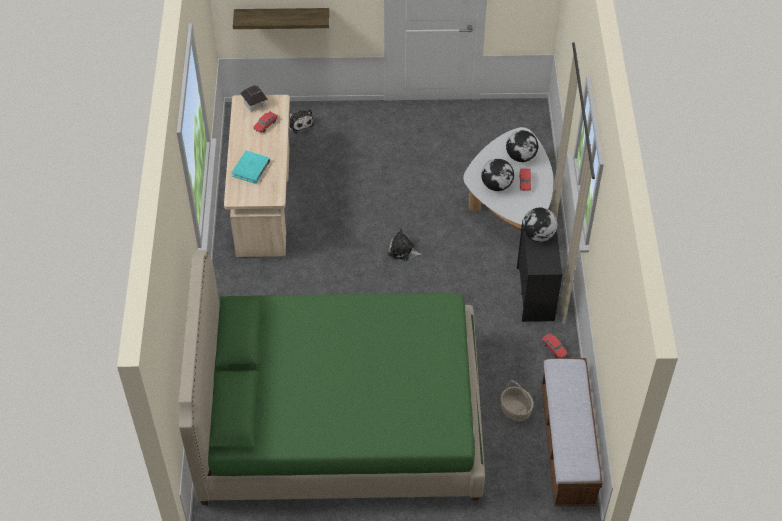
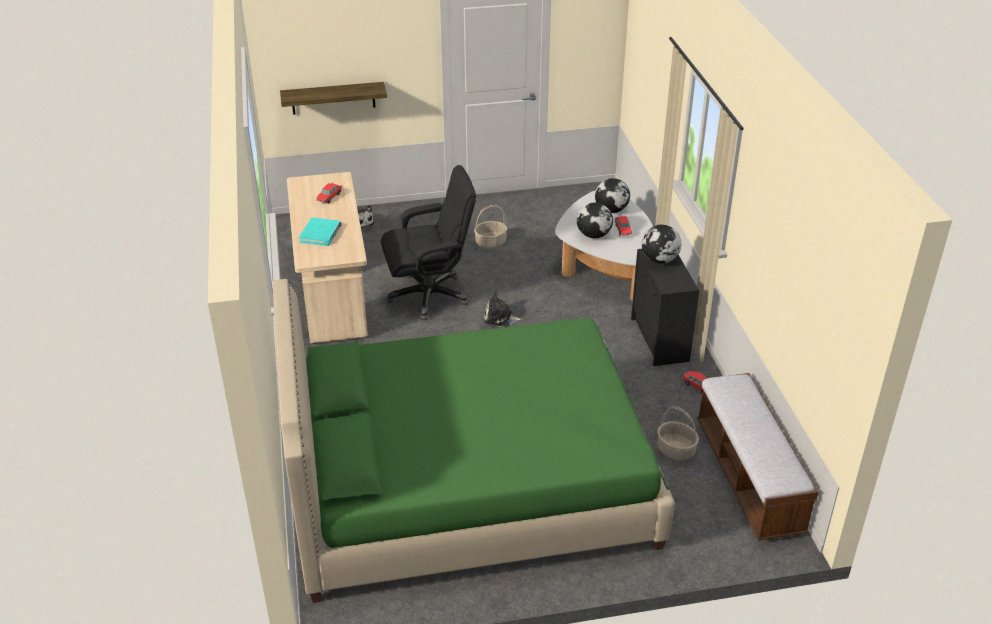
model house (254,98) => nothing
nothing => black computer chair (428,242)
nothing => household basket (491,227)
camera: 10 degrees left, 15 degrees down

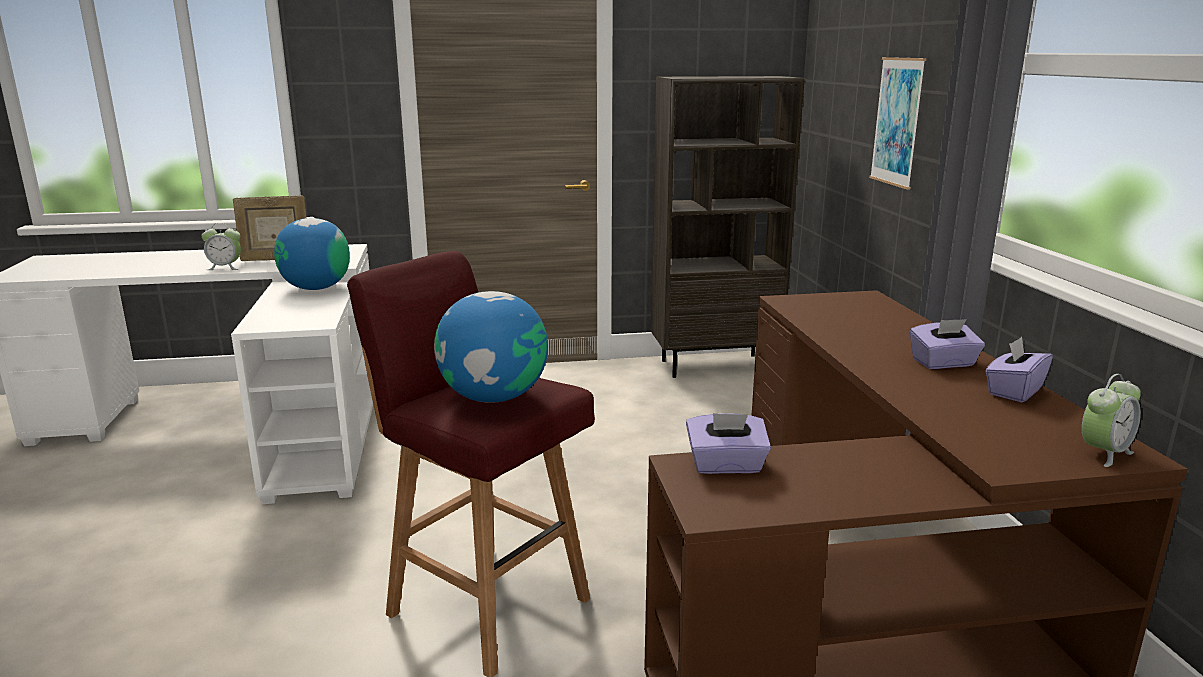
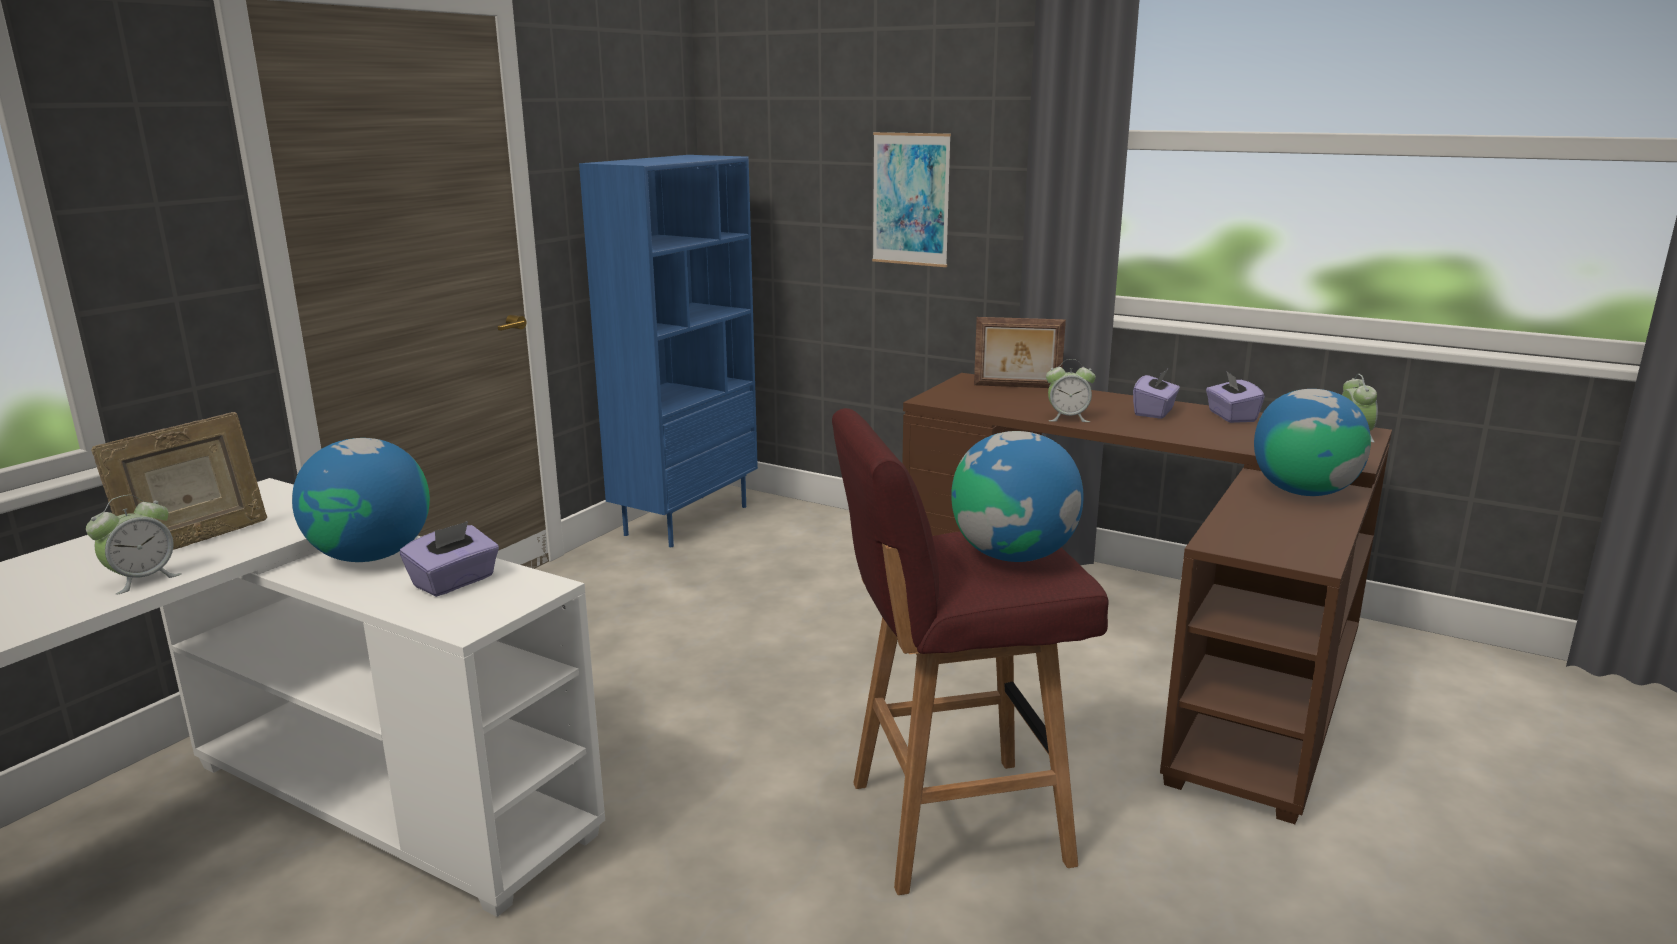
nothing => photo frame (1020,352)
nothing => table clock (1071,390)
nothing => globe (1312,442)
purplish tissue box (728,443) => purplish tissue box (449,559), move
brown-coloured shelving unit (728,227) => blue-coloured shelving unit (668,351)
camera: 50 degrees left, 0 degrees up

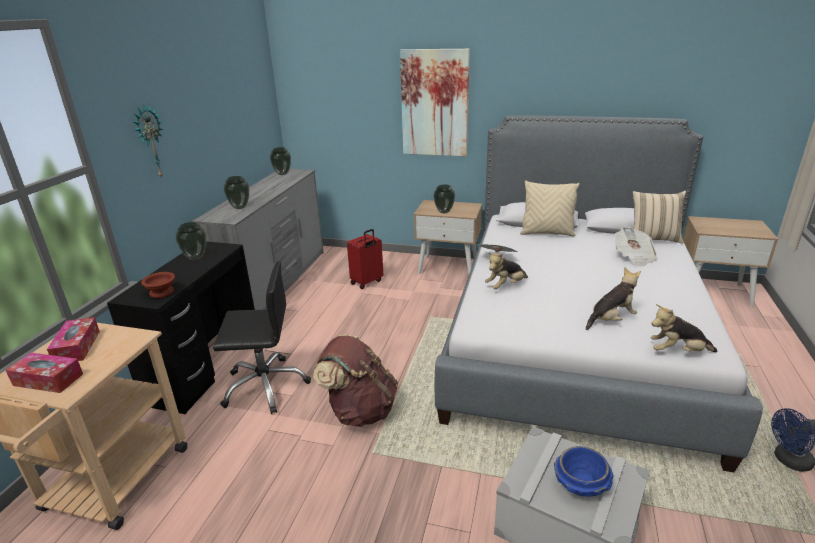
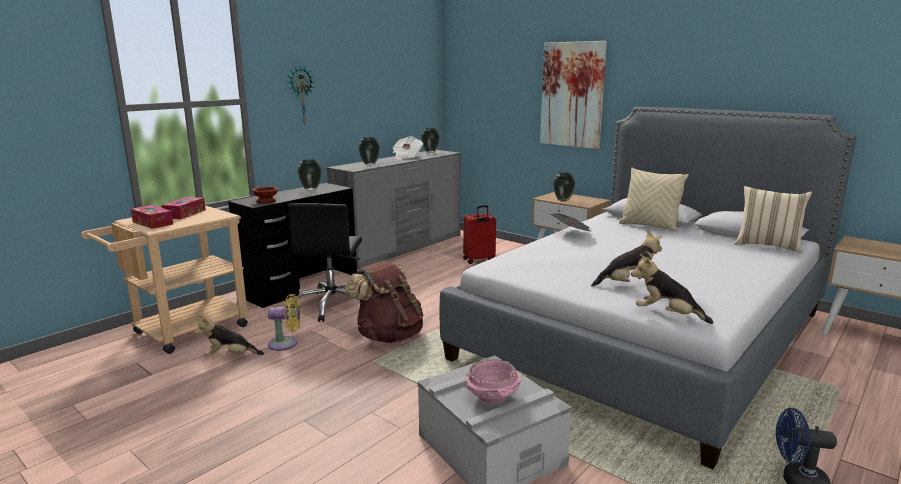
nothing => yellowish electric fan (284,322)
cuddly toy (506,270) => cuddly toy (229,336), move
daily paper (636,246) => daily paper (408,147), move
blue-coloured bowl (583,471) => pinkish bowl (493,381)
black computer chair (262,337) => black computer chair (325,262), 75 degrees clockwise
camera: 25 degrees right, 10 degrees down

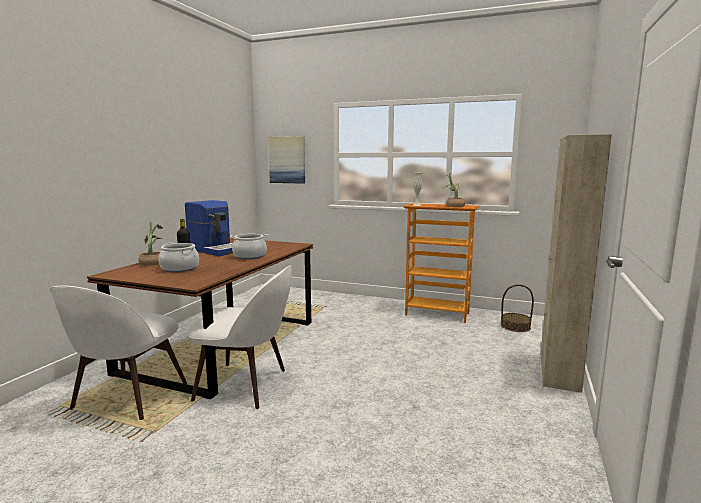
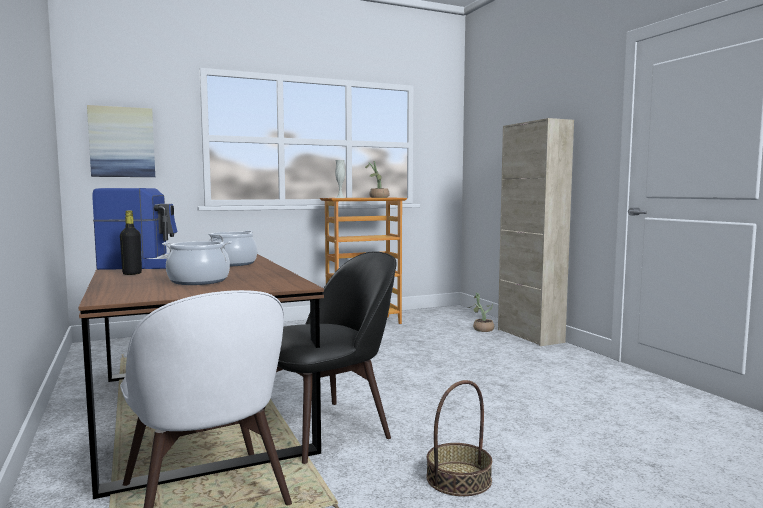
potted plant (150,244) => potted plant (481,312), move
household basket (517,308) => household basket (459,438), move
whitish plain chair (239,337) => black plain chair (329,357)
camera: 45 degrees left, 5 degrees down

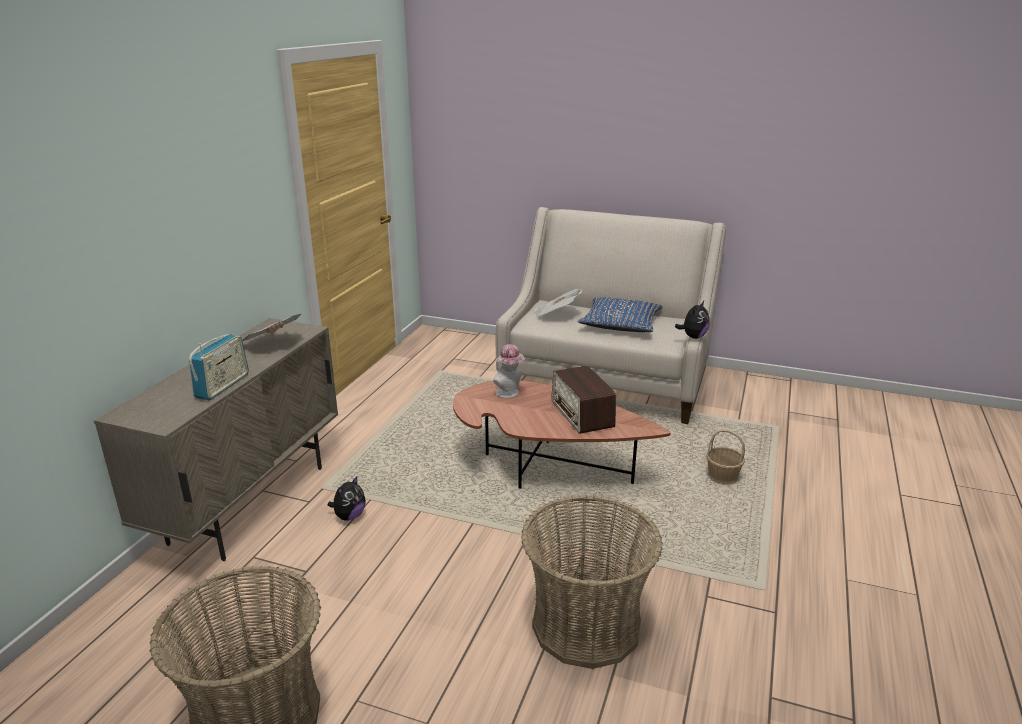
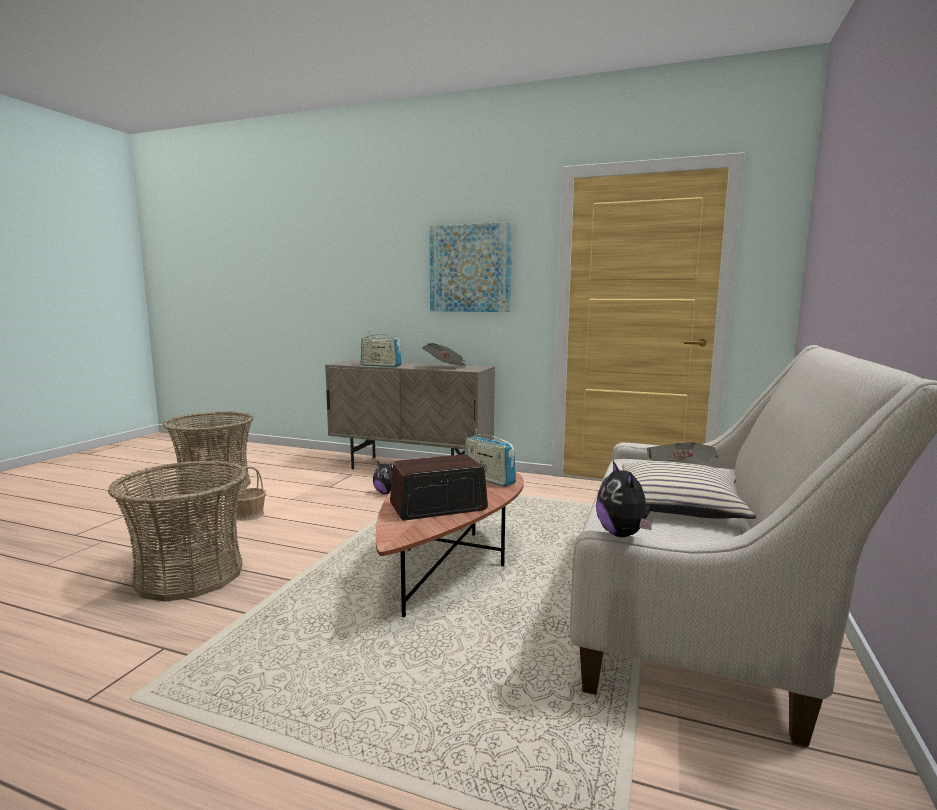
nothing => wall picture (470,267)
household basket (725,457) => household basket (248,493), move
hat (509,371) => radio set (490,458)
blue-coloured throw pillow (620,314) => beige throw pillow (689,490)
cuddly toy (692,320) => cuddly toy (624,499), 45 degrees clockwise
camera: 90 degrees right, 15 degrees down

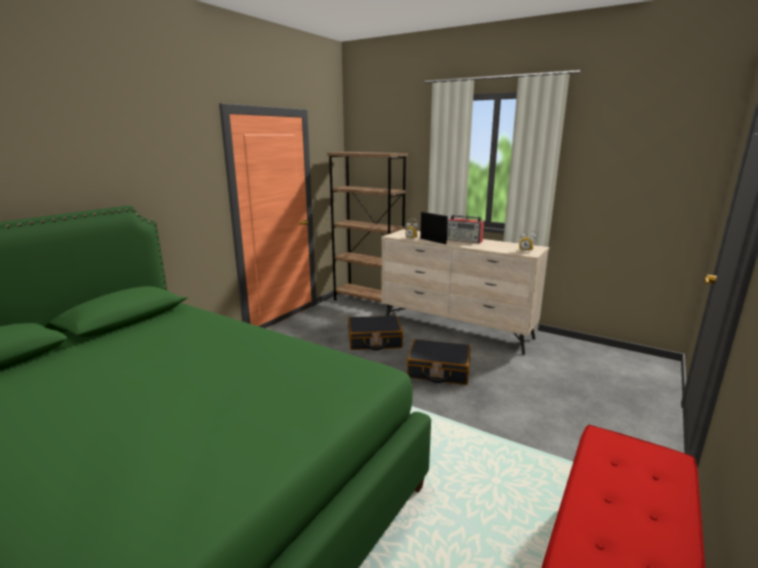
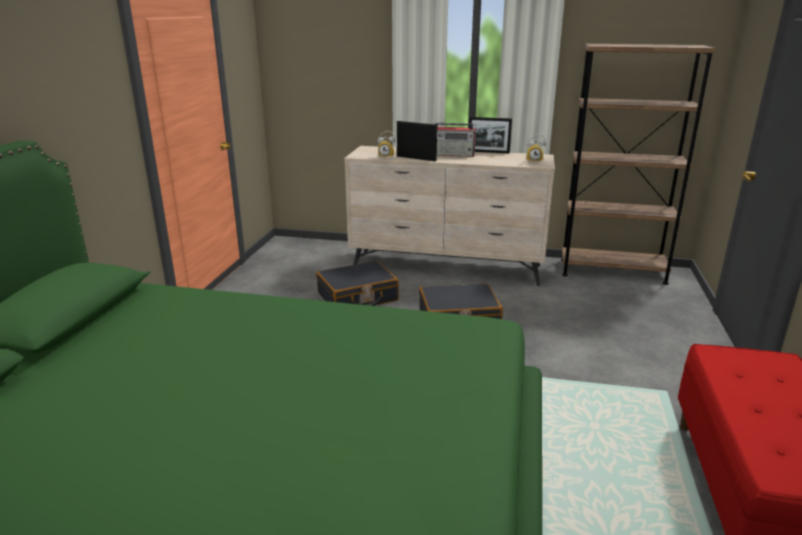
nothing => photo frame (490,135)
brown-coloured shelving unit (367,231) => brown-coloured shelving unit (638,164), move
camera: 20 degrees left, 5 degrees up

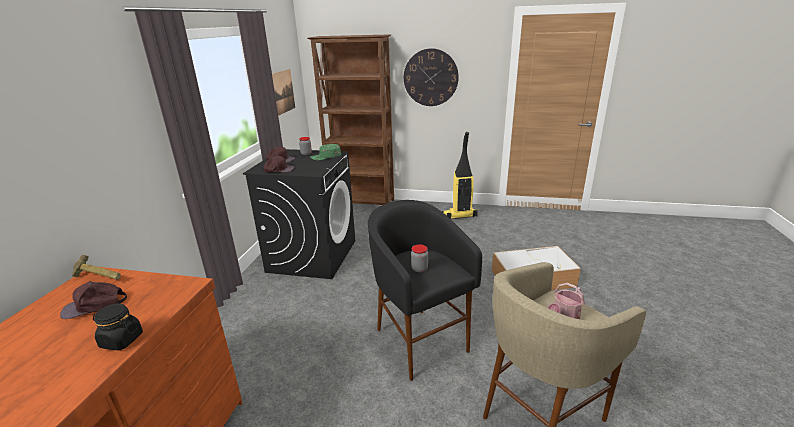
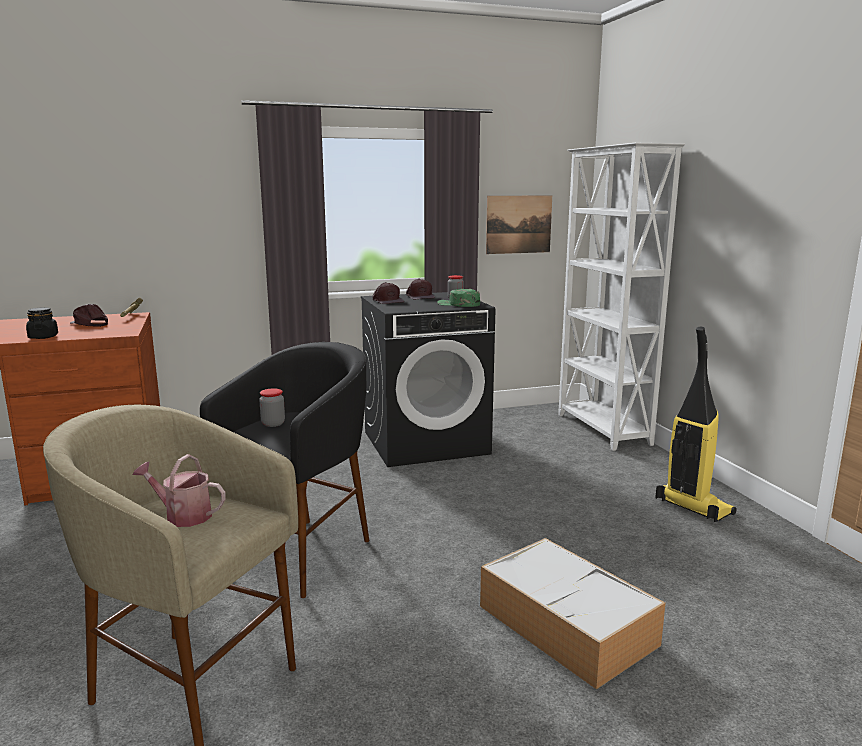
hanging clock (431,77) => nothing
brown-coloured shelving unit (350,119) => whitish shelving unit (621,297)
camera: 60 degrees right, 10 degrees down

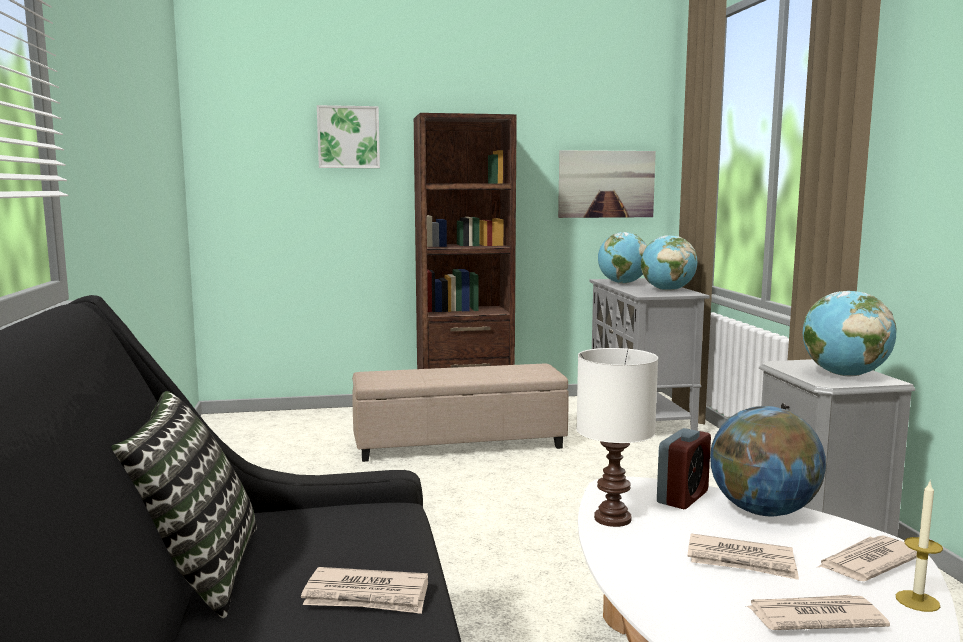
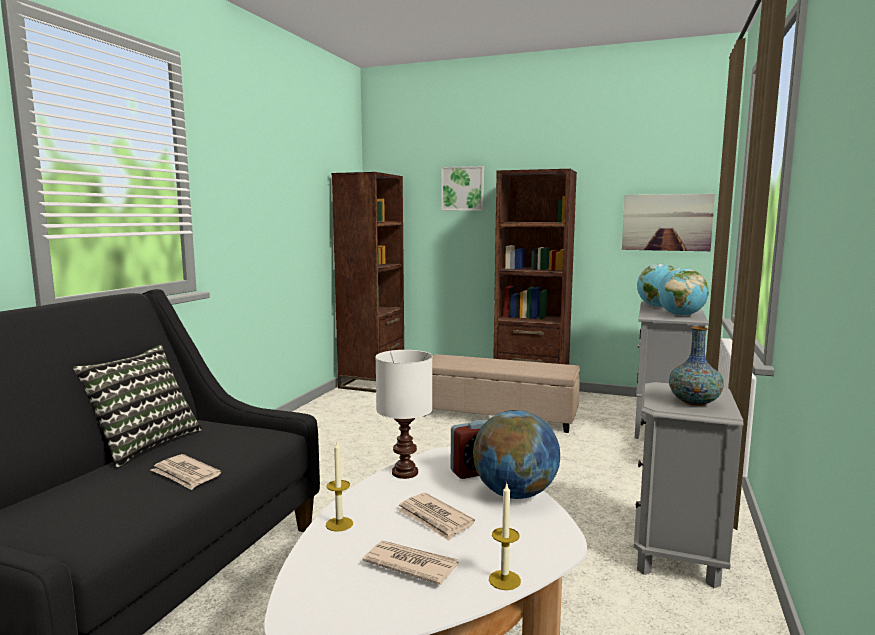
daily paper (867,558) => nothing
nothing => wax light (339,486)
nothing => brown-coloured shelving unit (368,282)
globe (850,333) => flower vase (696,366)
camera: 30 degrees right, 0 degrees up

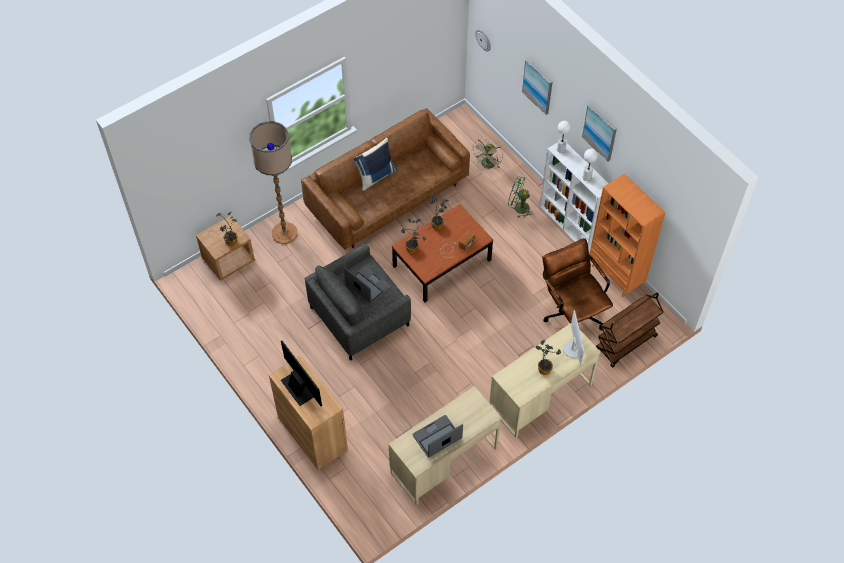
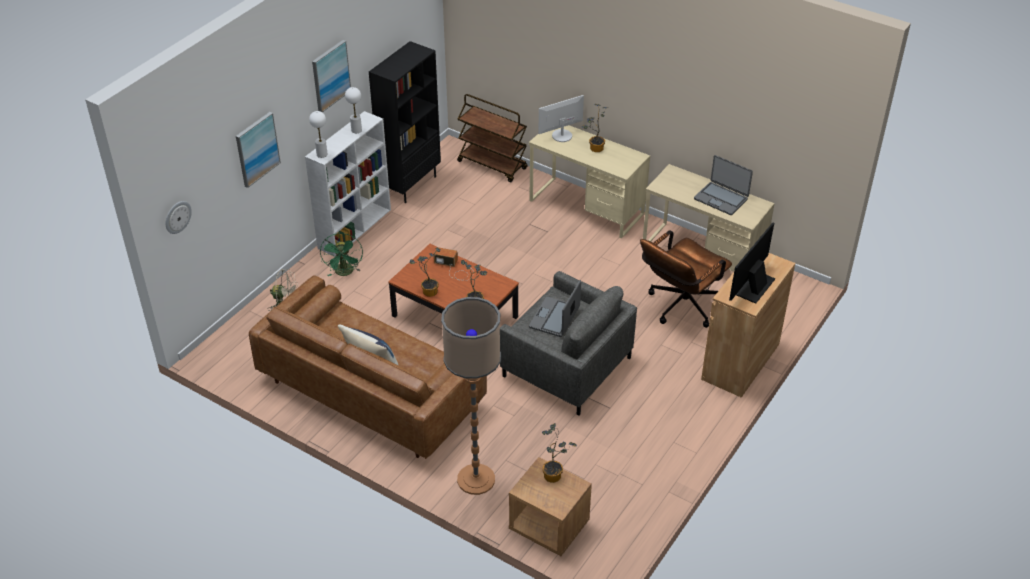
brown-coloured computer chair (577,284) => brown-coloured computer chair (686,279), move
orange shelving unit (627,235) => black shelving unit (405,122)
camera: 110 degrees left, 15 degrees down

